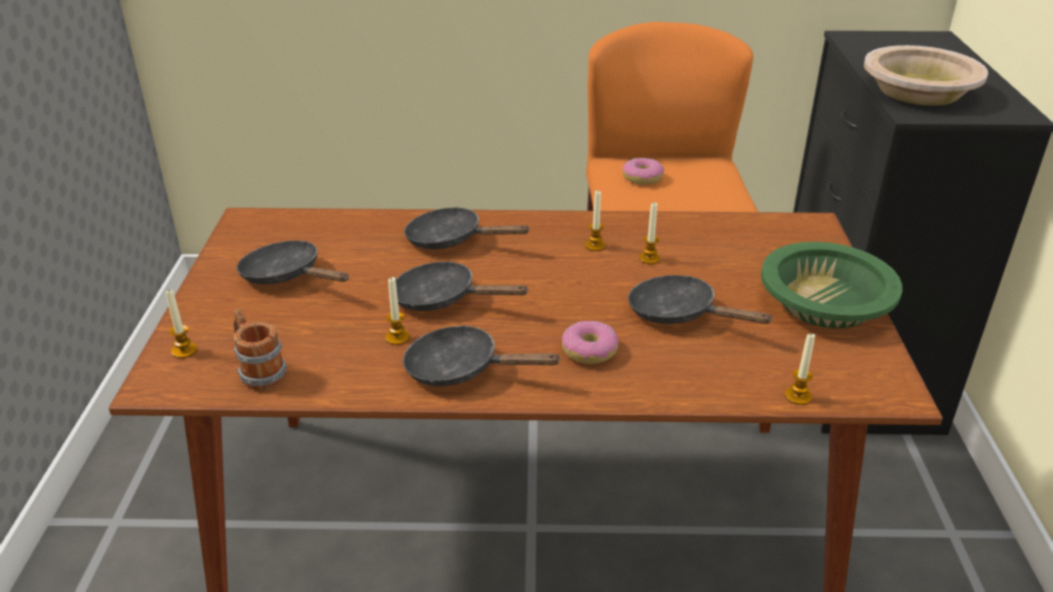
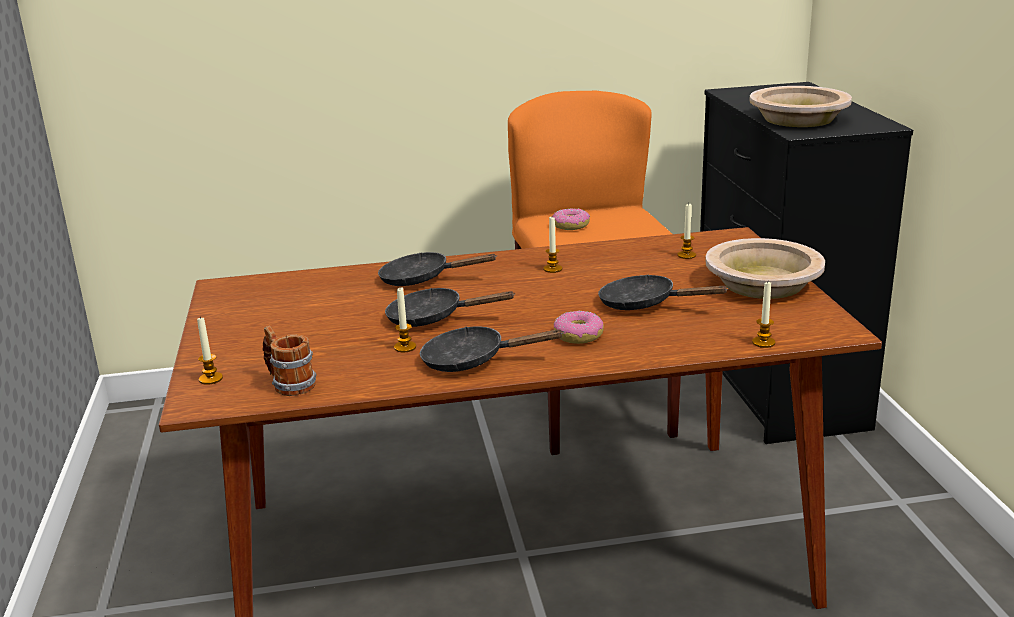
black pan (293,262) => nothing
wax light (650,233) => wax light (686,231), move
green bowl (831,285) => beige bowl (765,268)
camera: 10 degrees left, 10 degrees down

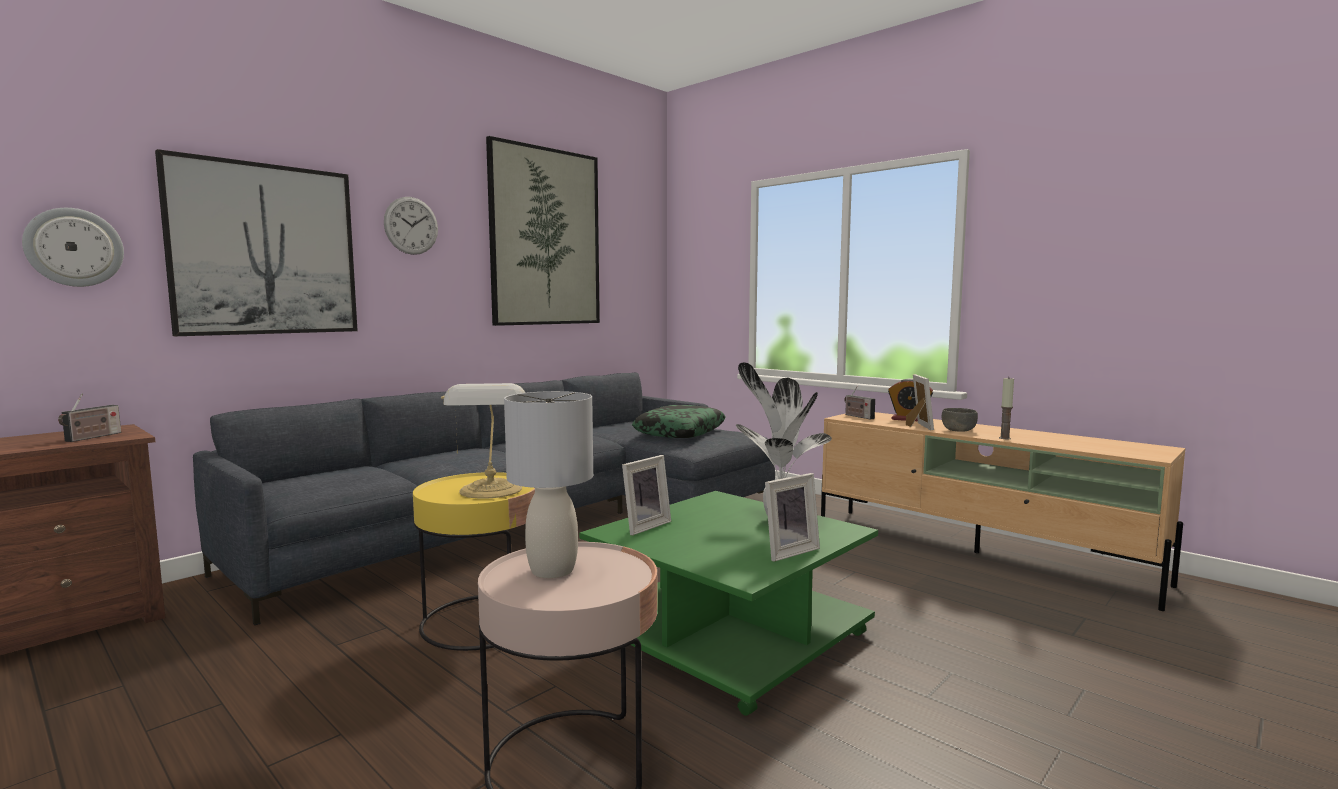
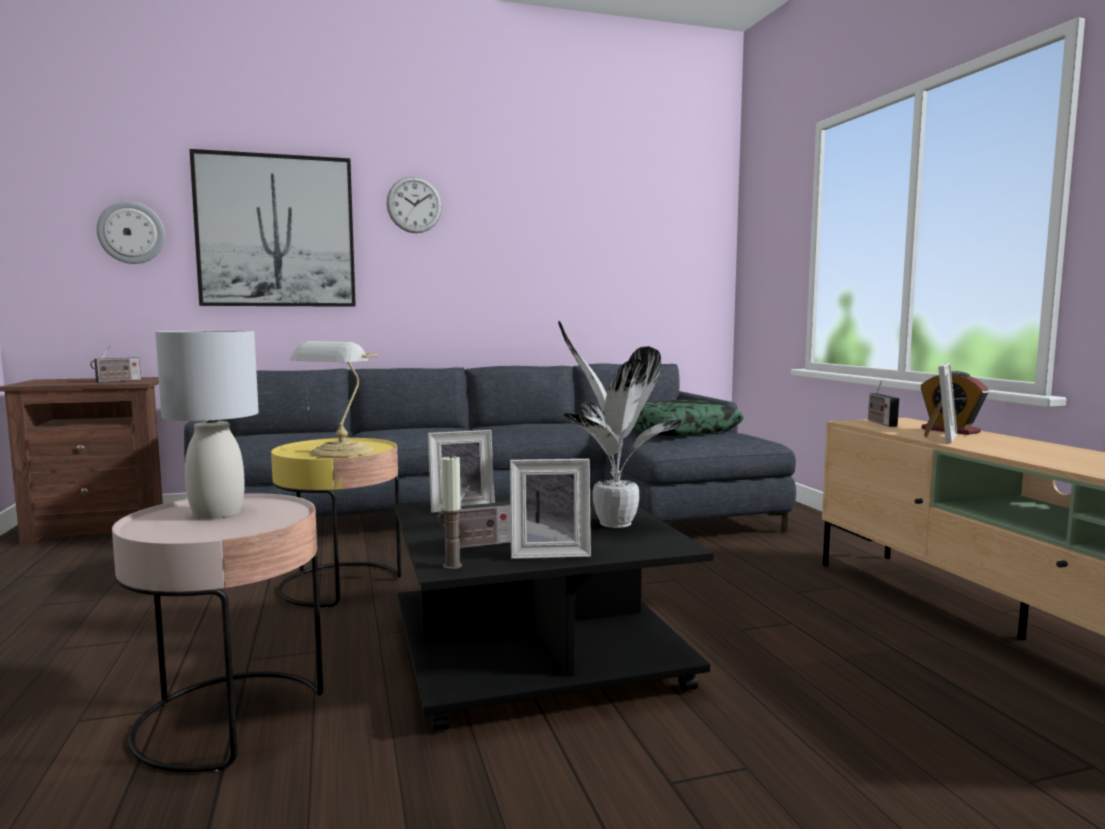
wall picture (543,231) => nothing
gray bowl (960,420) => nothing
nothing => radio set (474,516)
wax light (1006,408) => wax light (452,511), move
green lounge table (728,603) => black lounge table (554,610)
camera: 30 degrees right, 0 degrees up

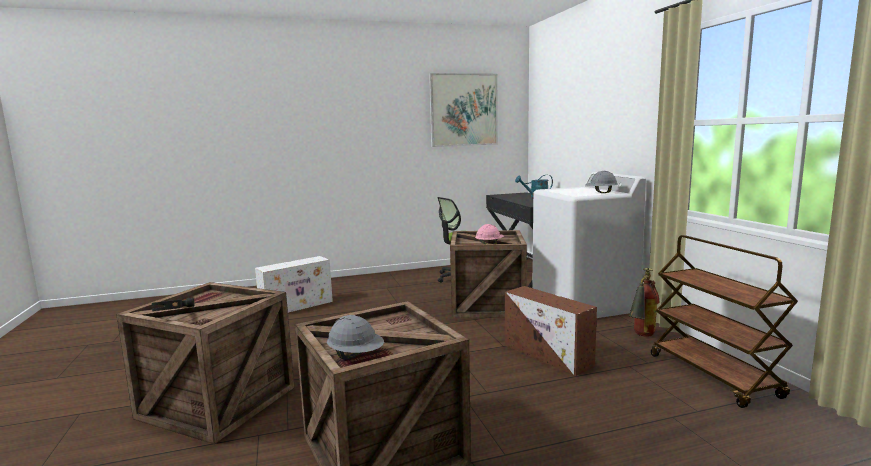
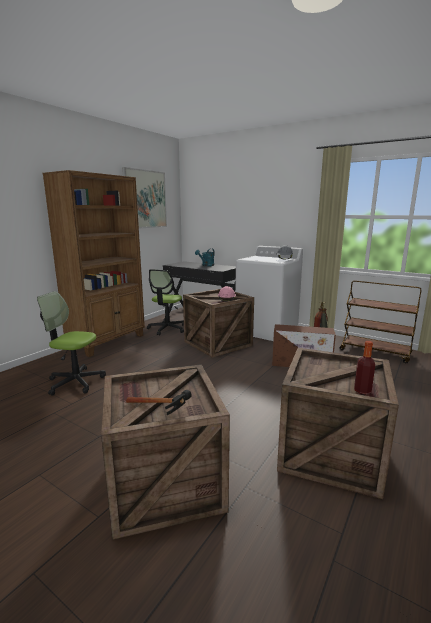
nothing => brown-coloured shelving unit (94,263)
whitish storage box (294,284) => computer chair (71,343)
gray safety helmet (355,337) => bottle (364,367)
camera: 40 degrees left, 5 degrees up

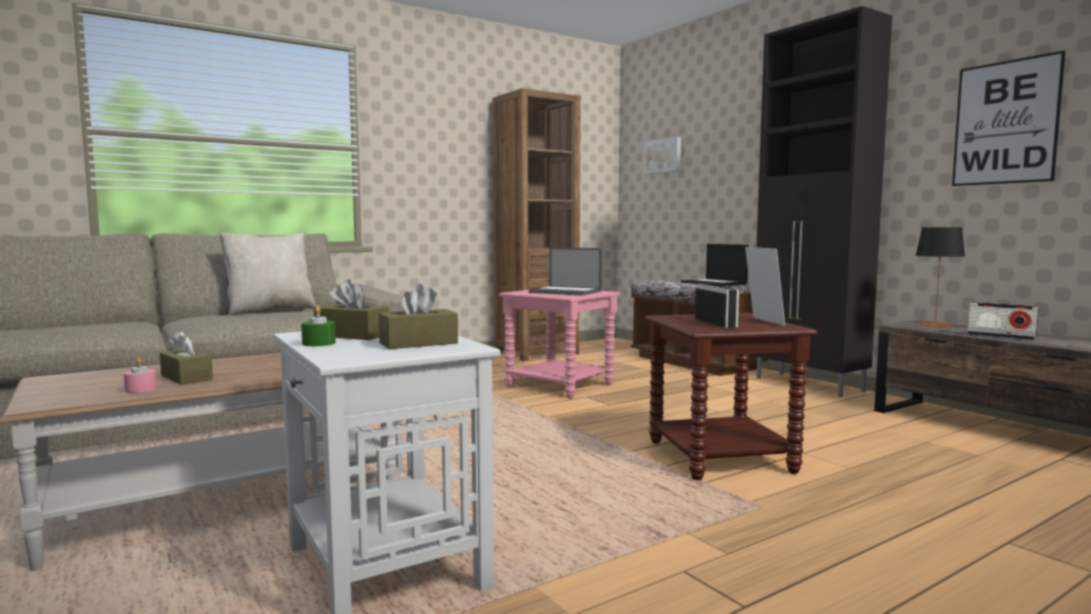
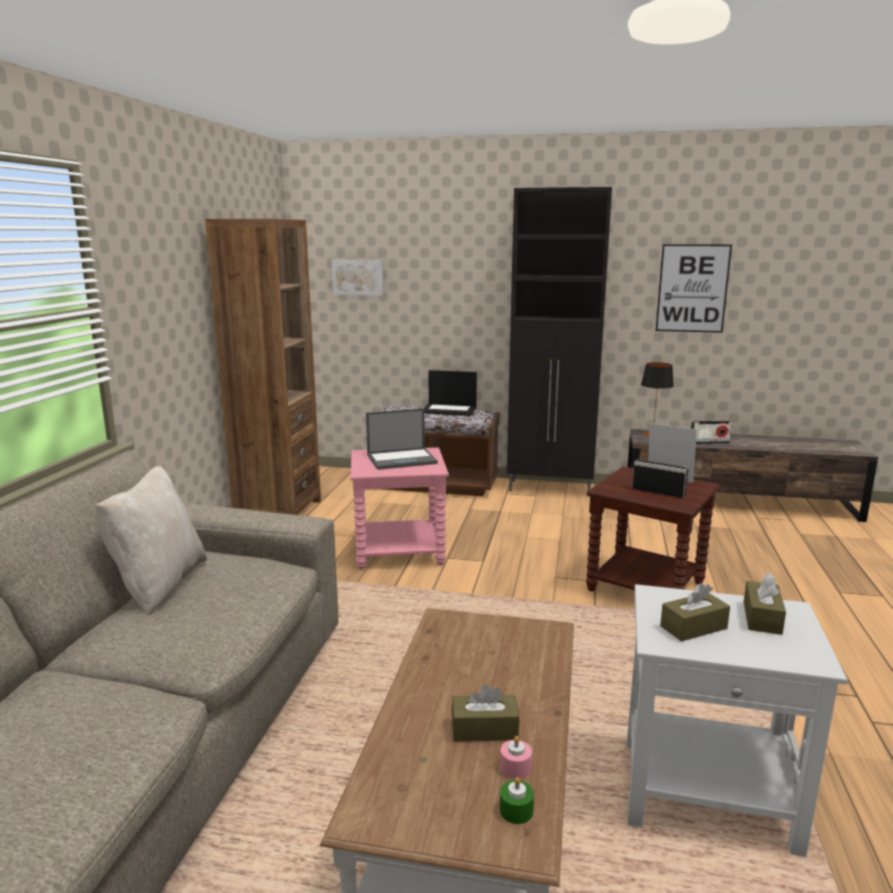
green wax light (318,325) => green wax light (517,800), move
camera: 45 degrees left, 10 degrees up

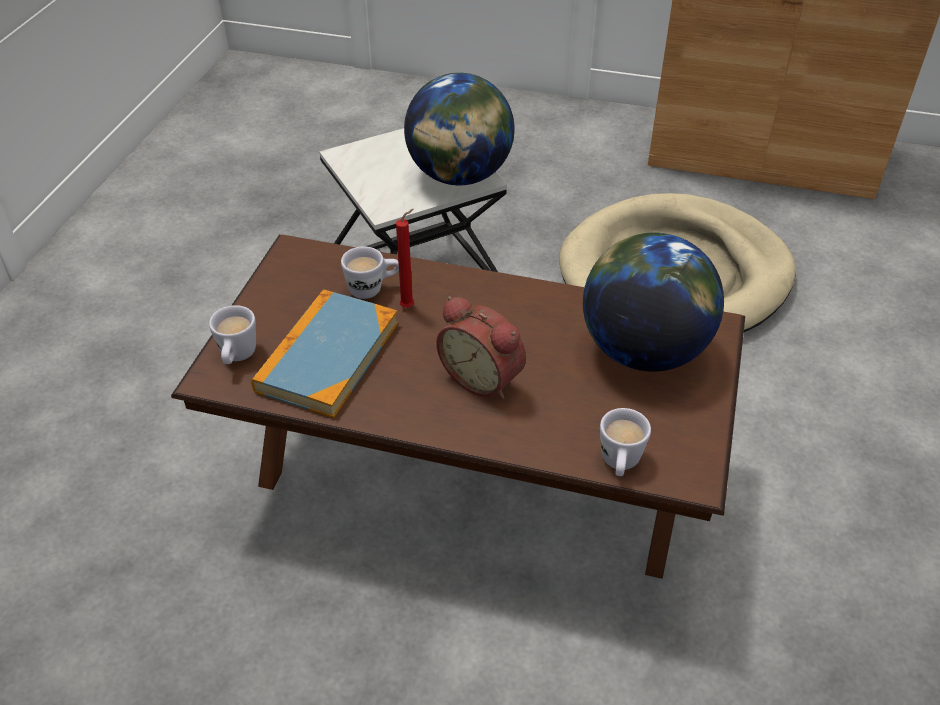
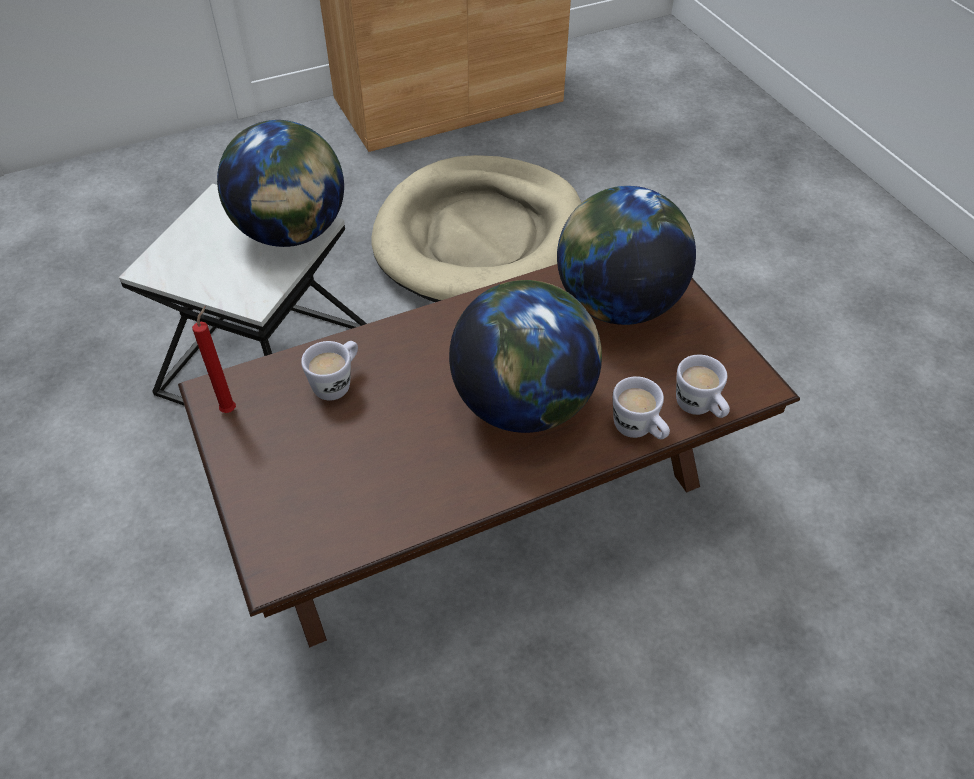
volume (324,353) => nothing
whitish mug (232,334) => whitish mug (641,407), move
red-coloured wax light (405,258) => red-coloured wax light (214,359), move
table clock (481,347) => globe (525,356)
camera: 40 degrees left, 5 degrees up

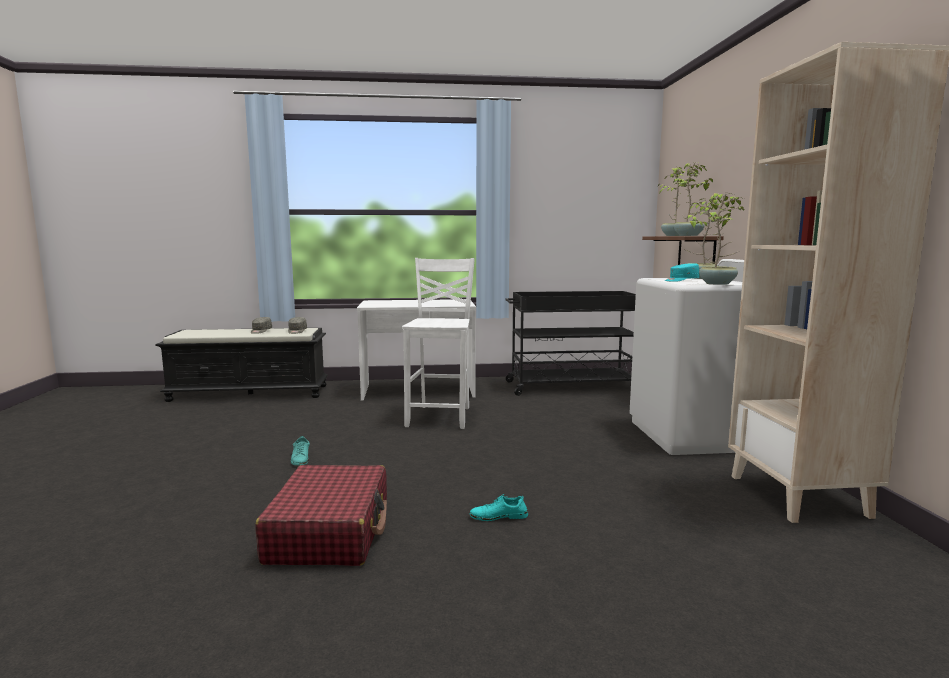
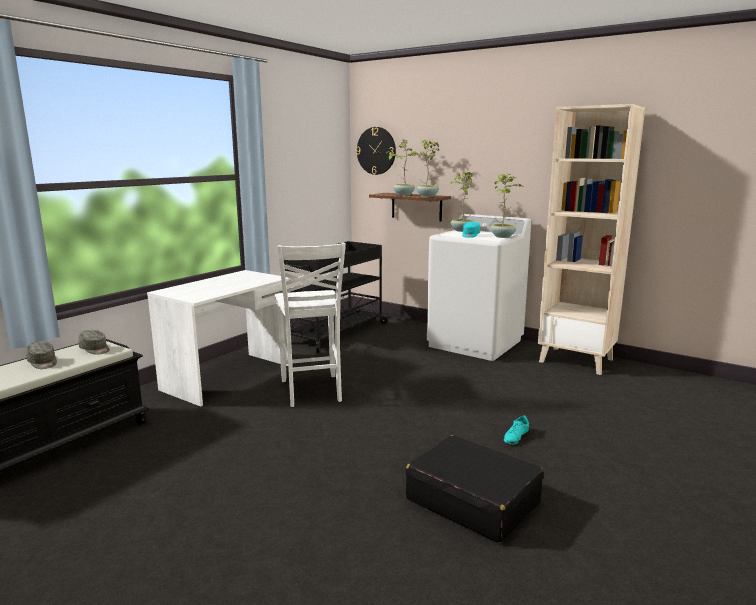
turquoise-coloured shoe (300,450) => nothing
nothing => hanging clock (376,151)
red-coloured piece of luggage (321,515) => black piece of luggage (475,489)
whitish plain chair (438,343) => whitish plain chair (310,325), 150 degrees counterclockwise
camera: 50 degrees left, 5 degrees up

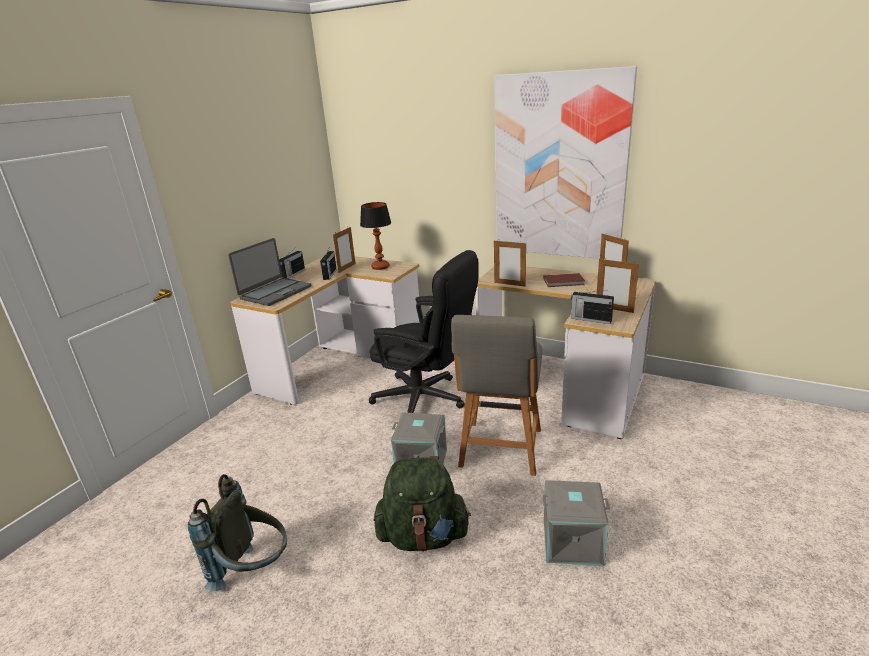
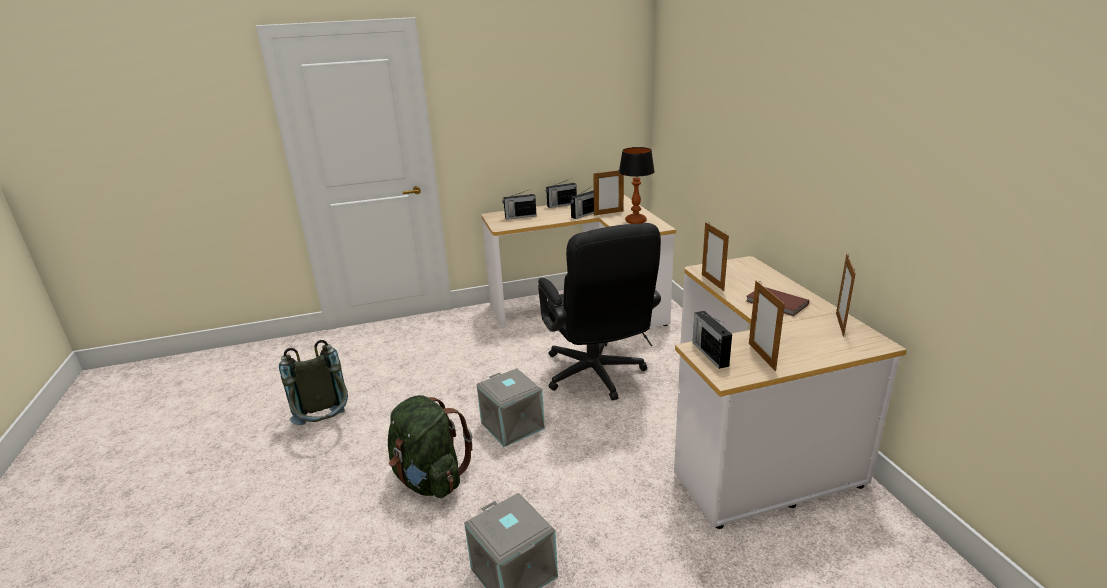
gray plain chair (496,395) => nothing
wall picture (565,162) => nothing
notebook computer (269,272) => radio set (520,204)
camera: 45 degrees right, 0 degrees up

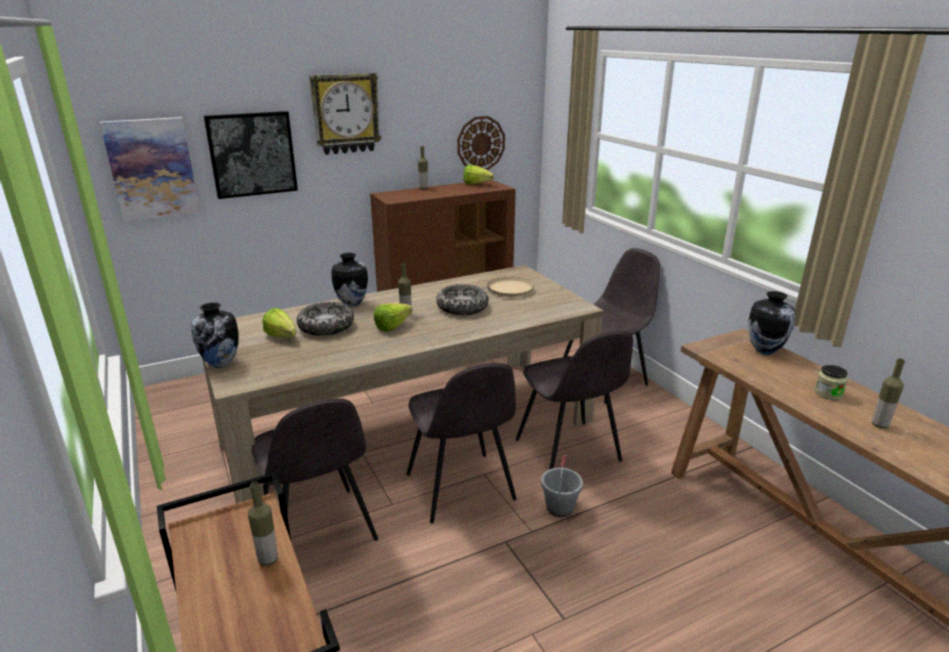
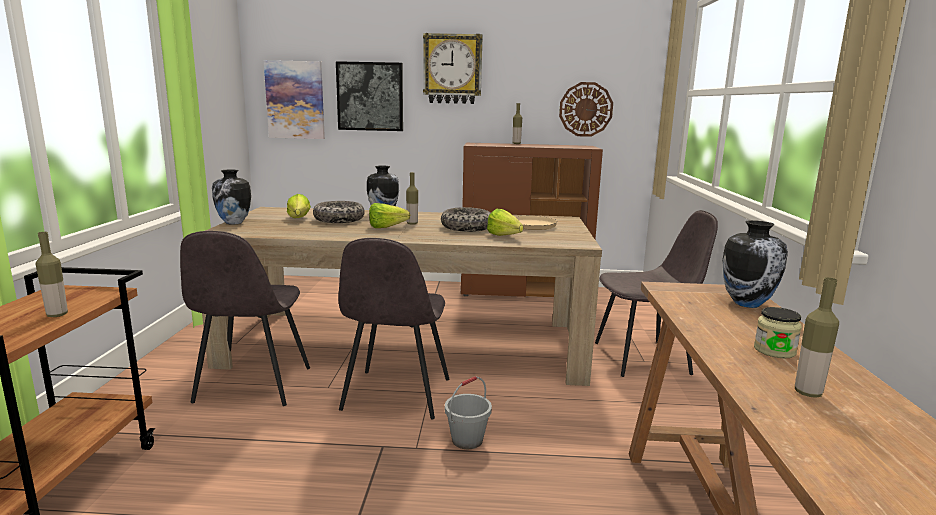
gray plain chair (574,400) => nothing
lettuce head (478,174) => lettuce head (505,222), move
camera: 30 degrees right, 10 degrees down

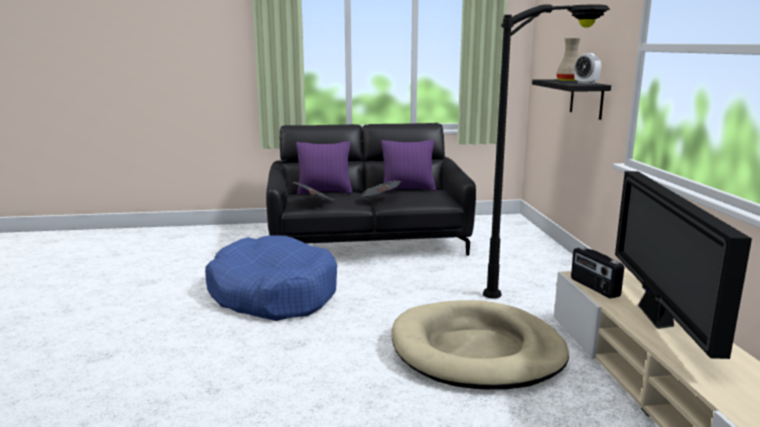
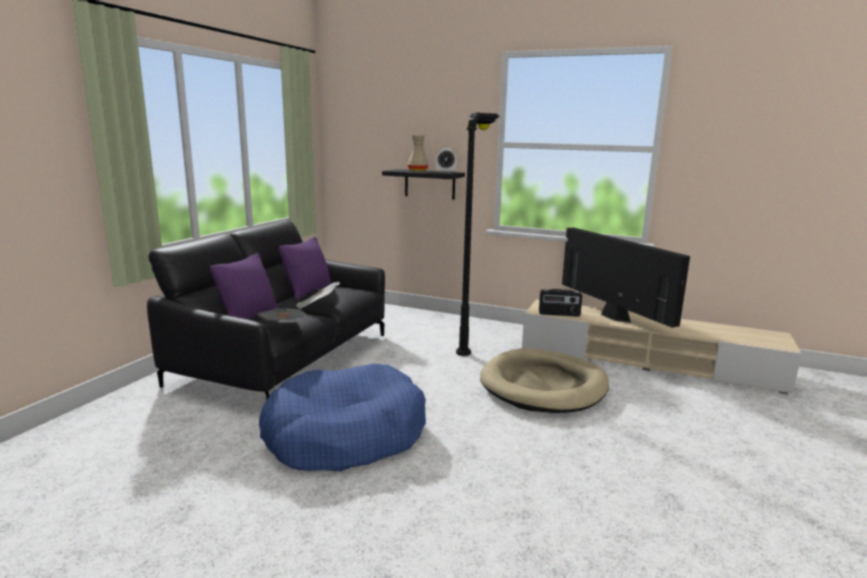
TV set (683,265) => TV set (626,277), 150 degrees counterclockwise
camera: 60 degrees left, 0 degrees up

